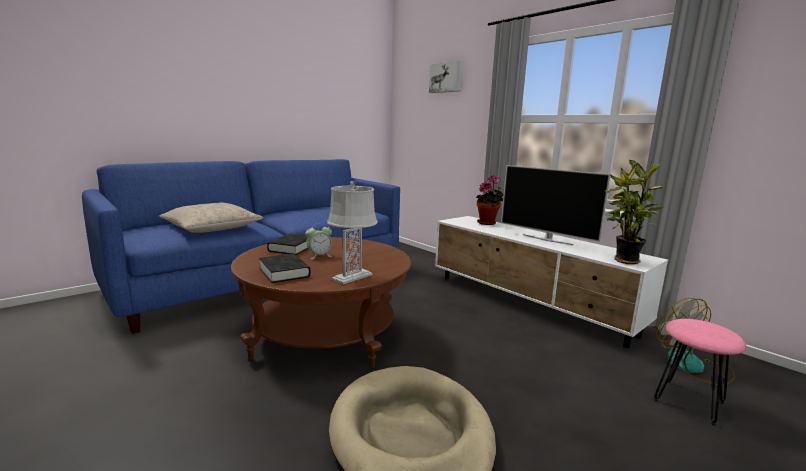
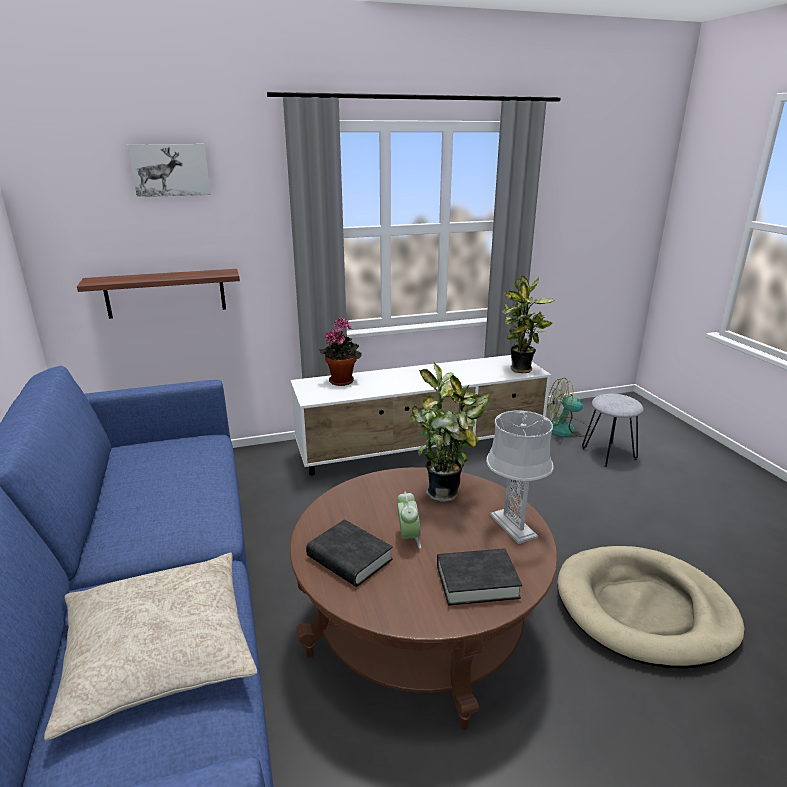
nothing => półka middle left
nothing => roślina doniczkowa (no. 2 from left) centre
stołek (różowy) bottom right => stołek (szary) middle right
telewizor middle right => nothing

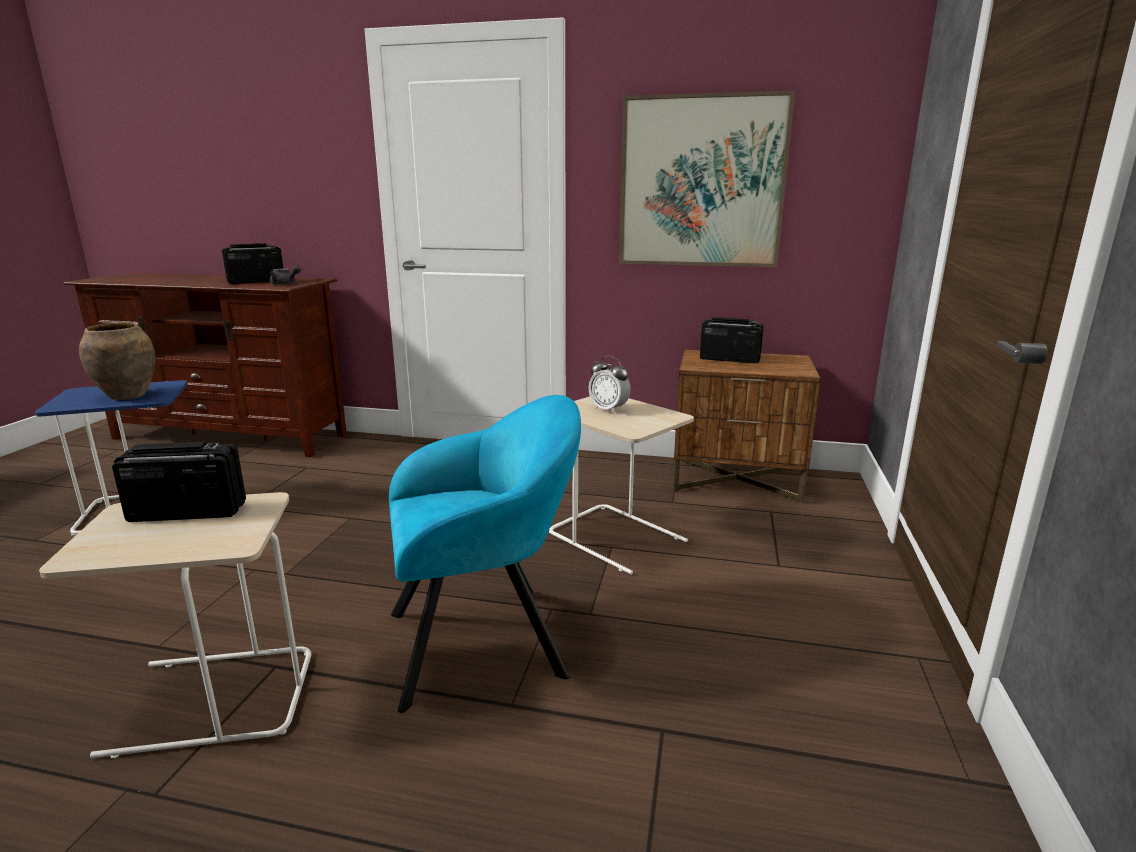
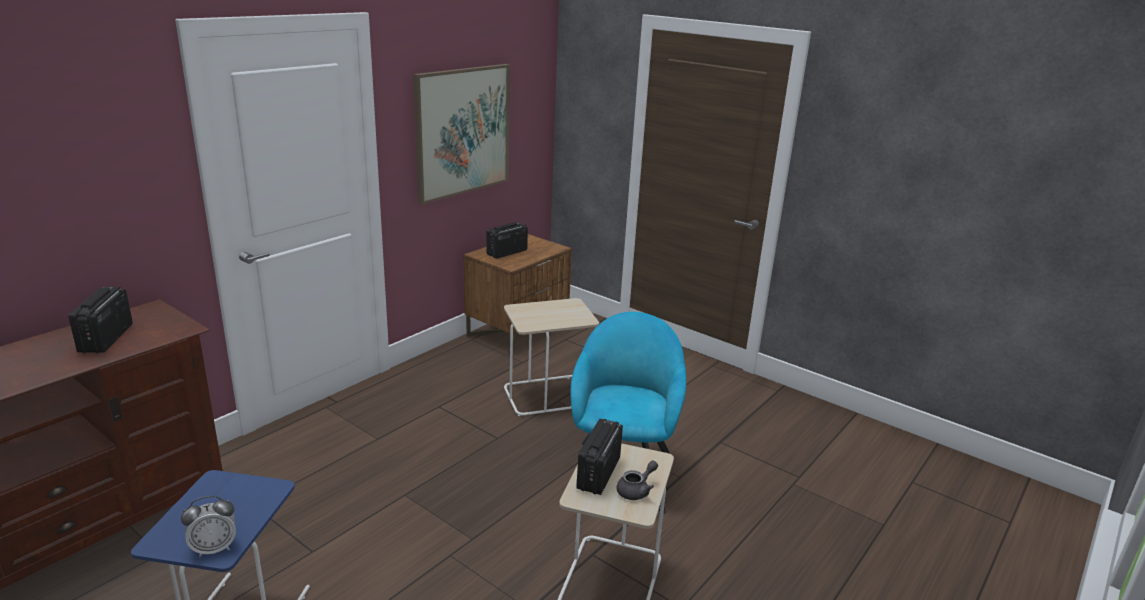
budzik centre => budzik bottom left, relocated
imbryk (szary) top left => imbryk (szary) bottom centre, relocated
wazon (brązowy) middle left => nothing

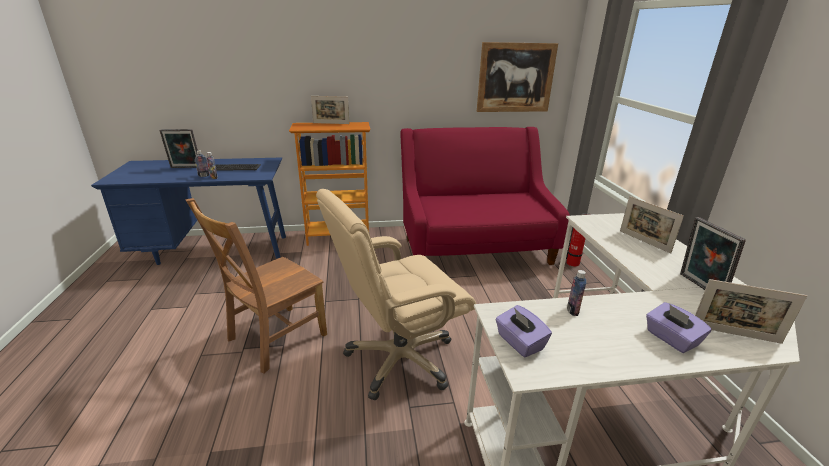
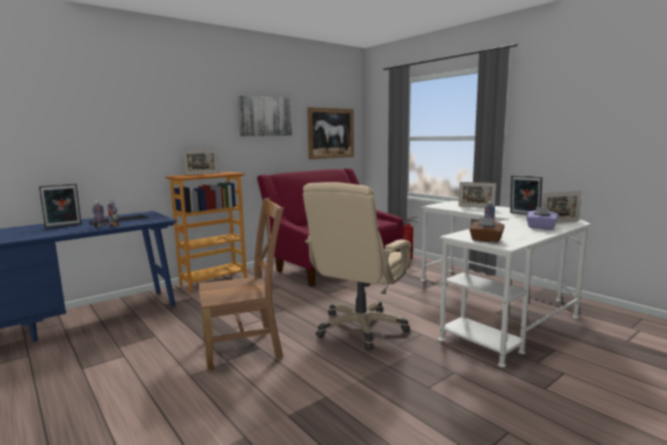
krzesło (brązowy) middle left => krzesło (brązowy) centre, 120 degrees counterclockwise
nothing => obraz (no. 1 from left) top centre
pudełko chusteczek (fioletowy) (no. 1 from left) bottom centre => pudełko chusteczek (brązowy) middle right

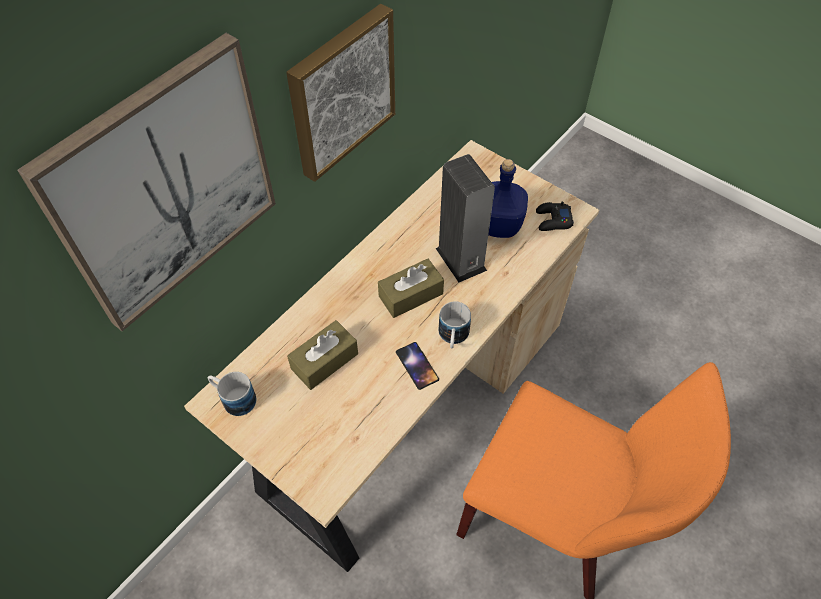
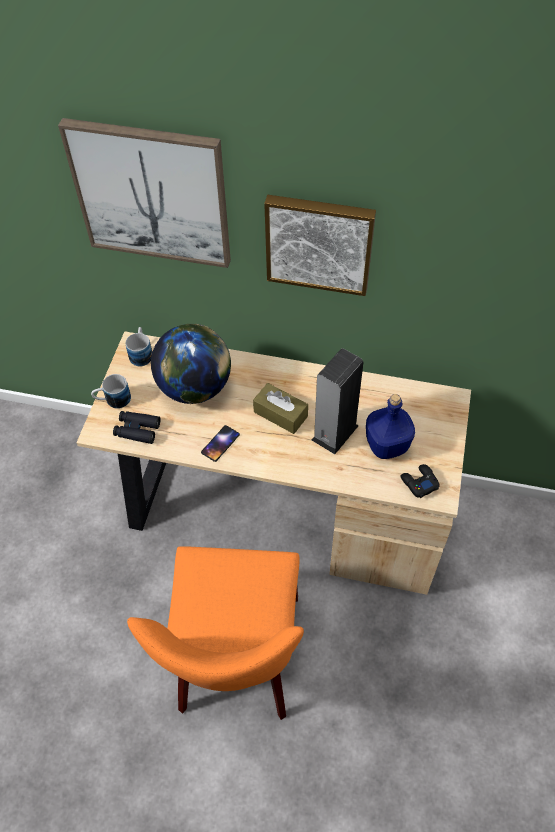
kubek (no. 2 from left in the first image) centre => kubek (no. 1 from left) middle left, relocated
nothing => lornetka (czarny) middle left
pudełko chusteczek (brązowy) (no. 1 from left) centre => globus centre

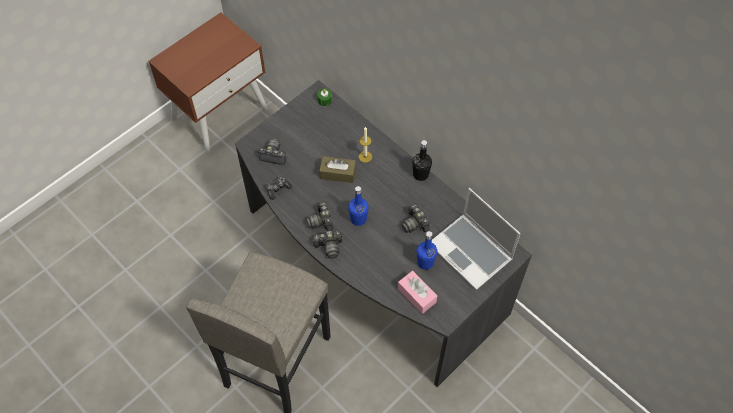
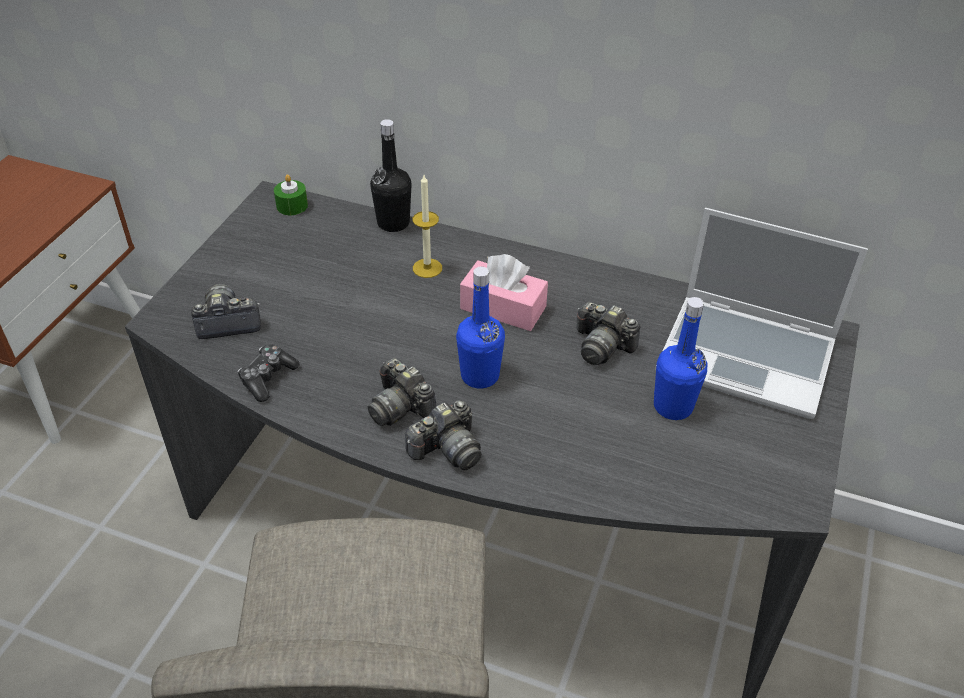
butelka (czarny) centre => butelka (czarny) top centre, relocated
pudełko chusteczek (różowy) bottom centre => pudełko chusteczek (różowy) centre, relocated
pudełko chusteczek (brązowy) centre => nothing

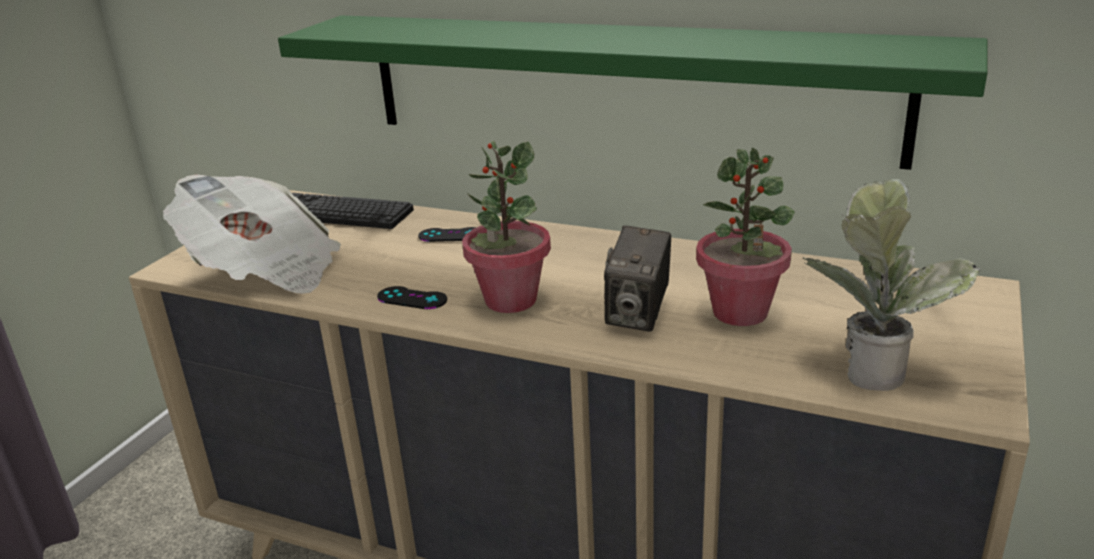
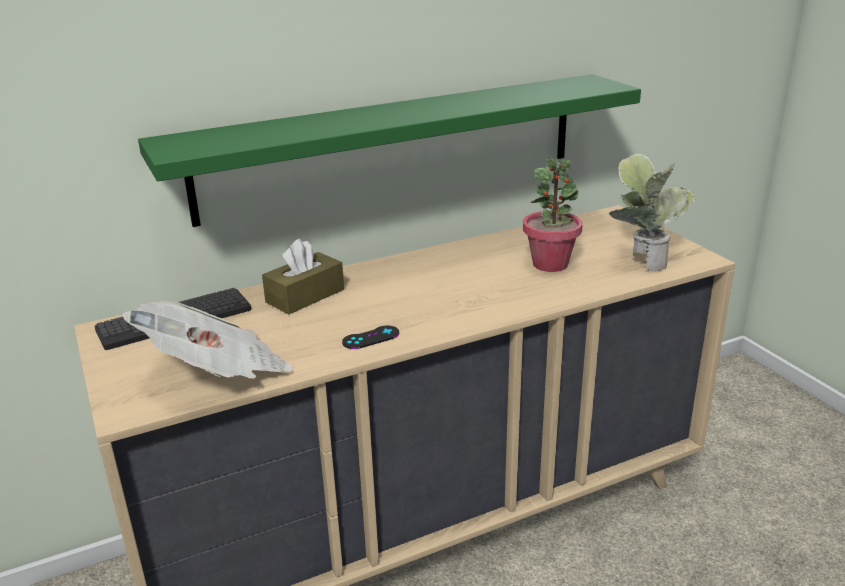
pad do gier (czarny) (no. 2 from left) centre => pudełko chusteczek (brązowy) centre
roślina doniczkowa (no. 1 from left) centre => nothing
aparat fotograficzny centre => nothing

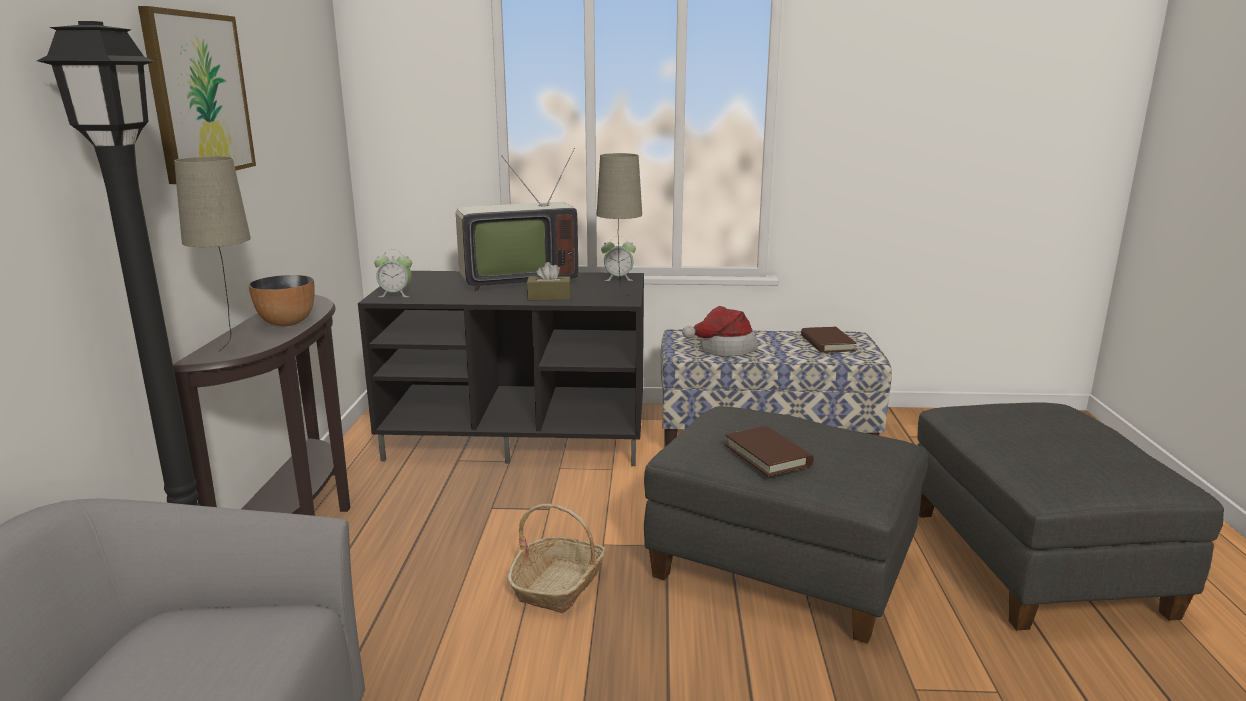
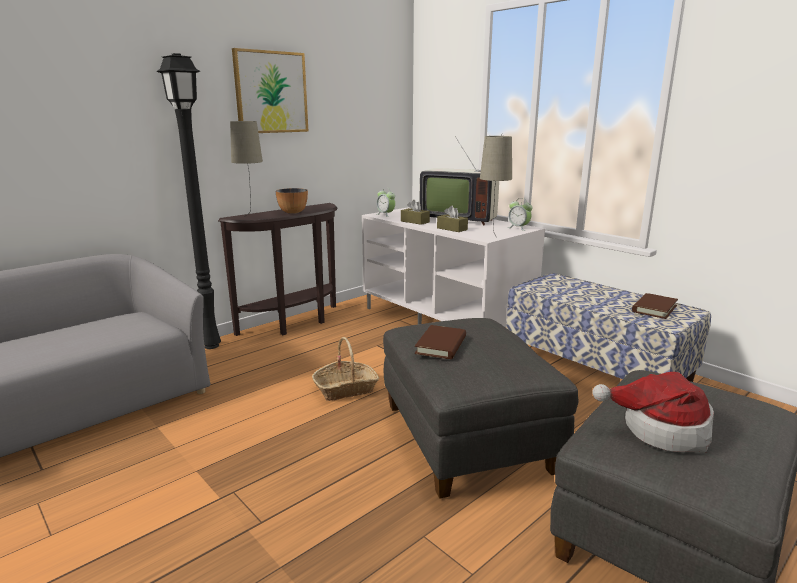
szafka pod telewizor (czarny) centre => szafka pod telewizor (biały) centre
nothing => pudełko chusteczek (brązowy) (no. 1 from left) centre
kapelusz centre => kapelusz bottom right, relocated

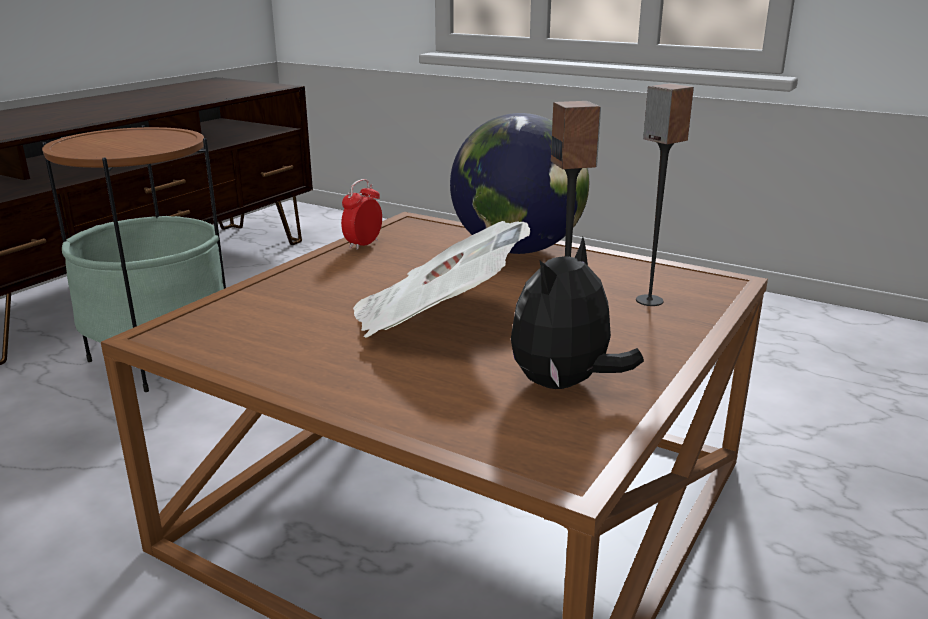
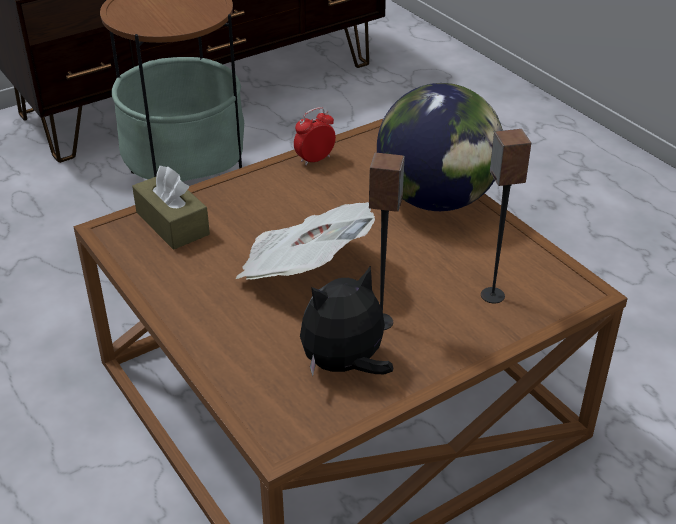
nothing => pudełko chusteczek (brązowy) middle left

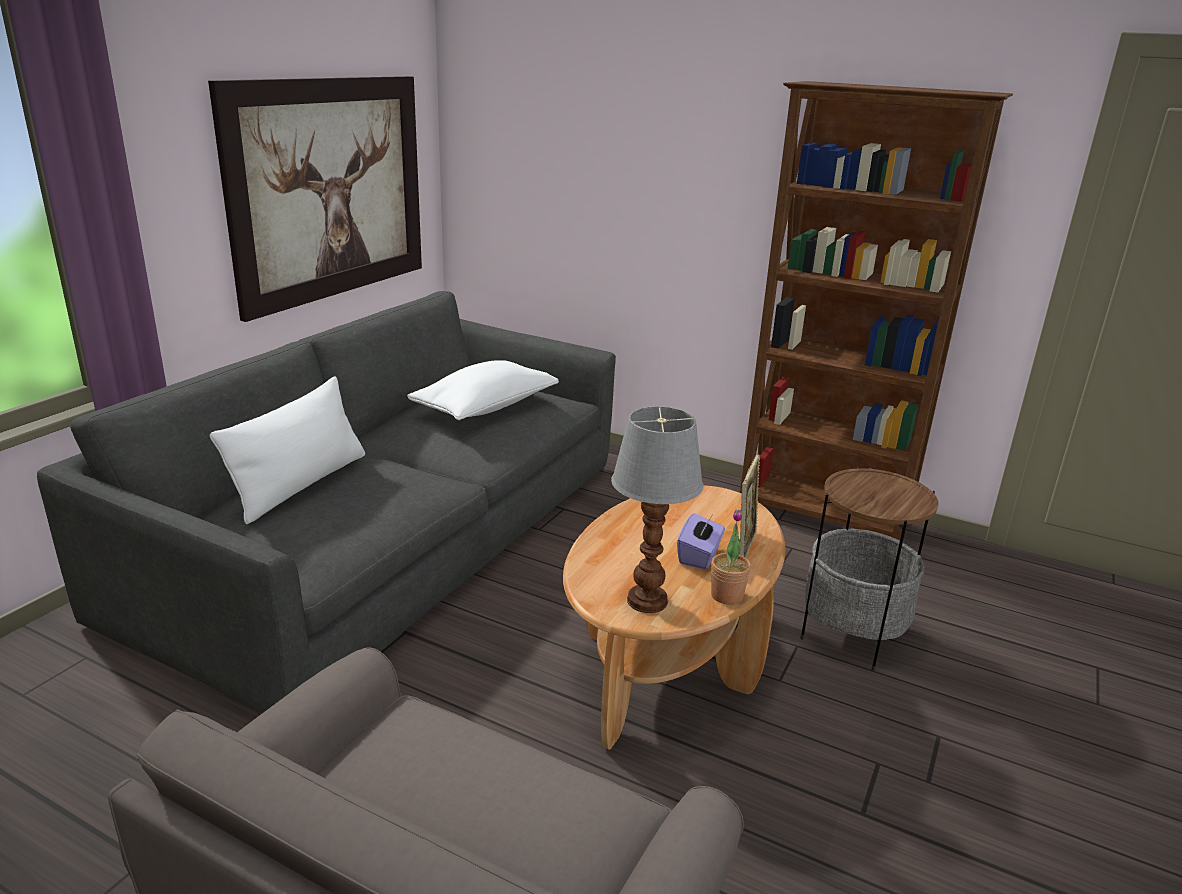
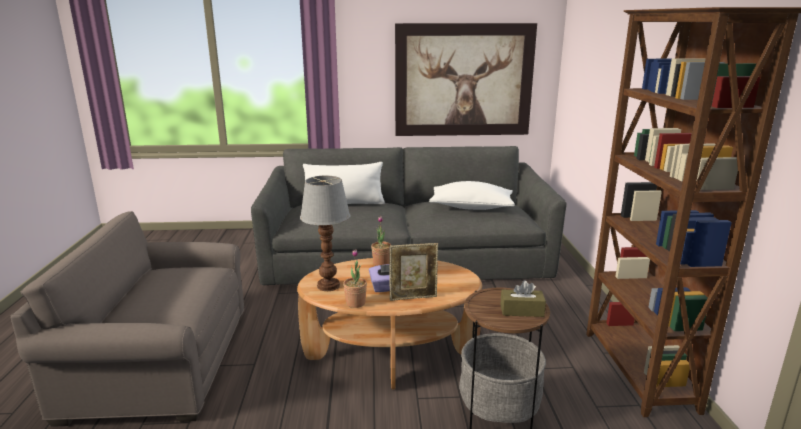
nothing => roślina doniczkowa (no. 2 from left) centre
nothing => pudełko chusteczek (brązowy) bottom centre

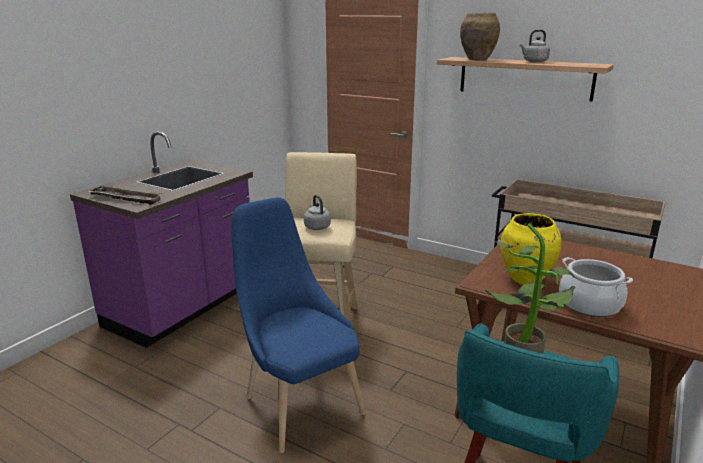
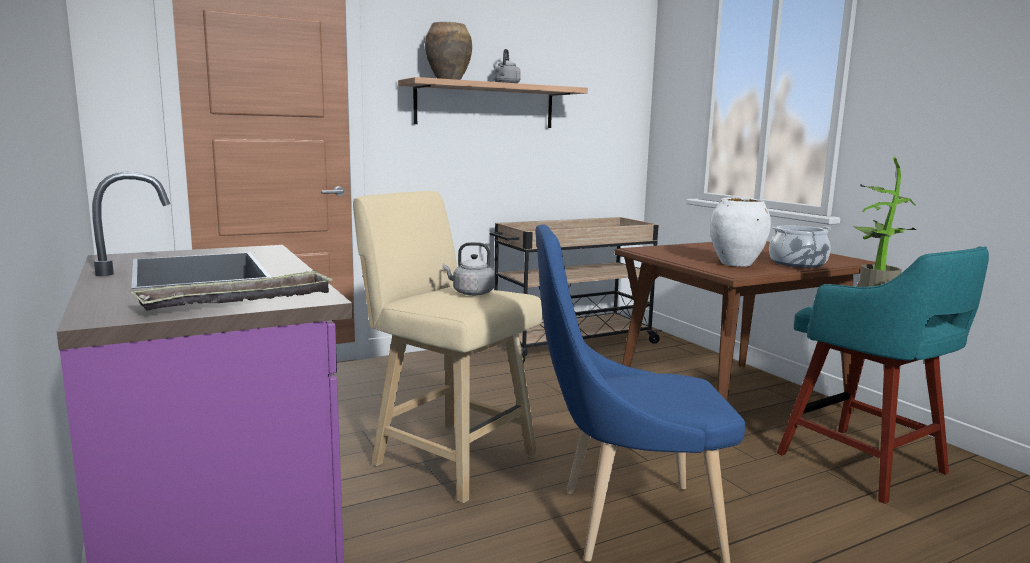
wazon (żółty) middle right => wazon (biały) middle right

